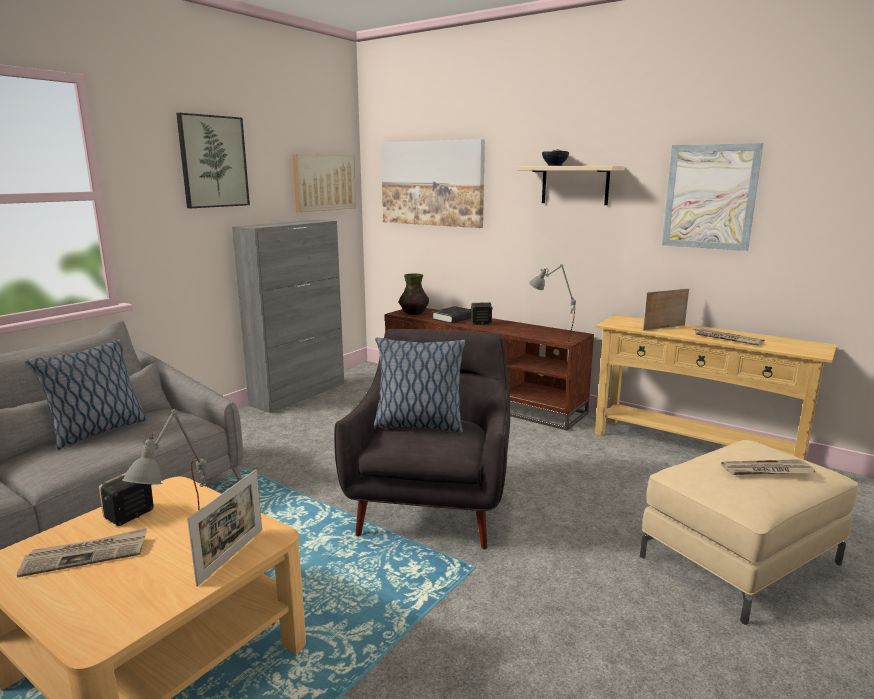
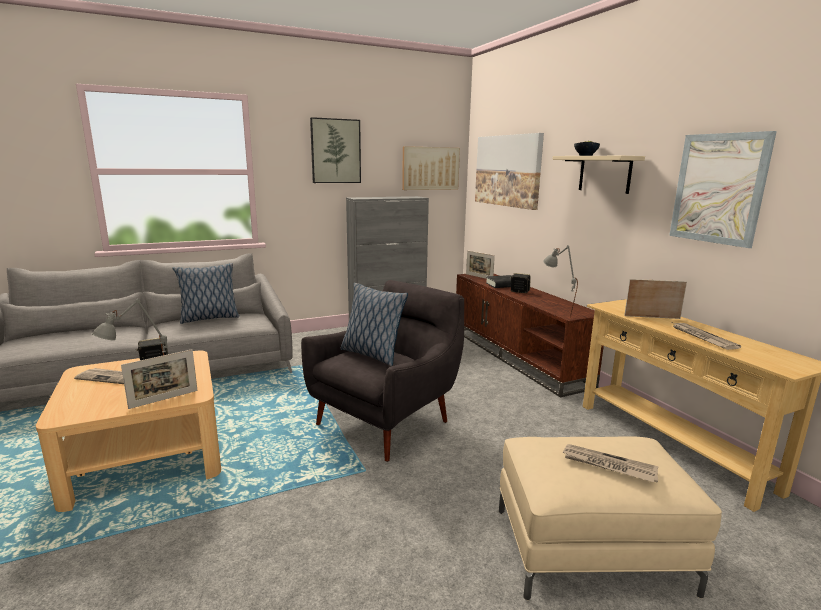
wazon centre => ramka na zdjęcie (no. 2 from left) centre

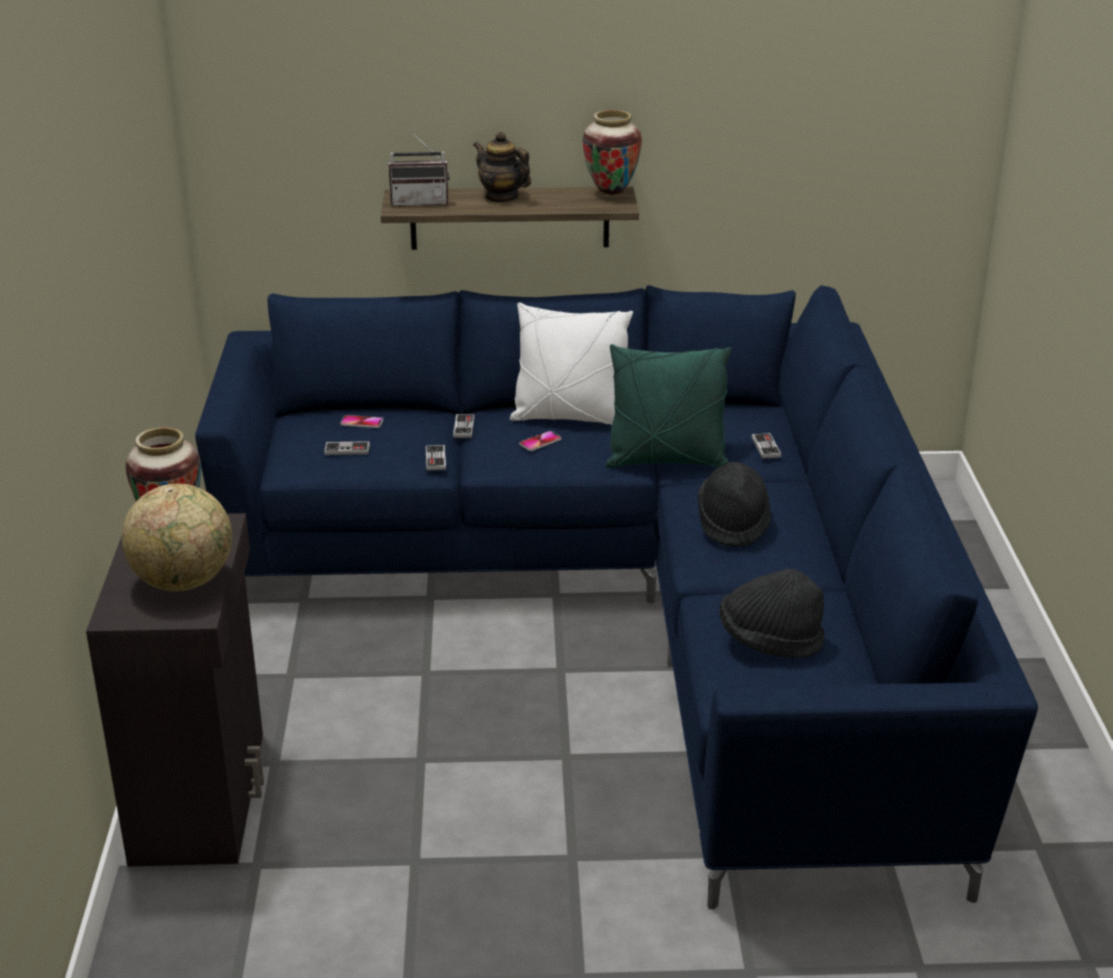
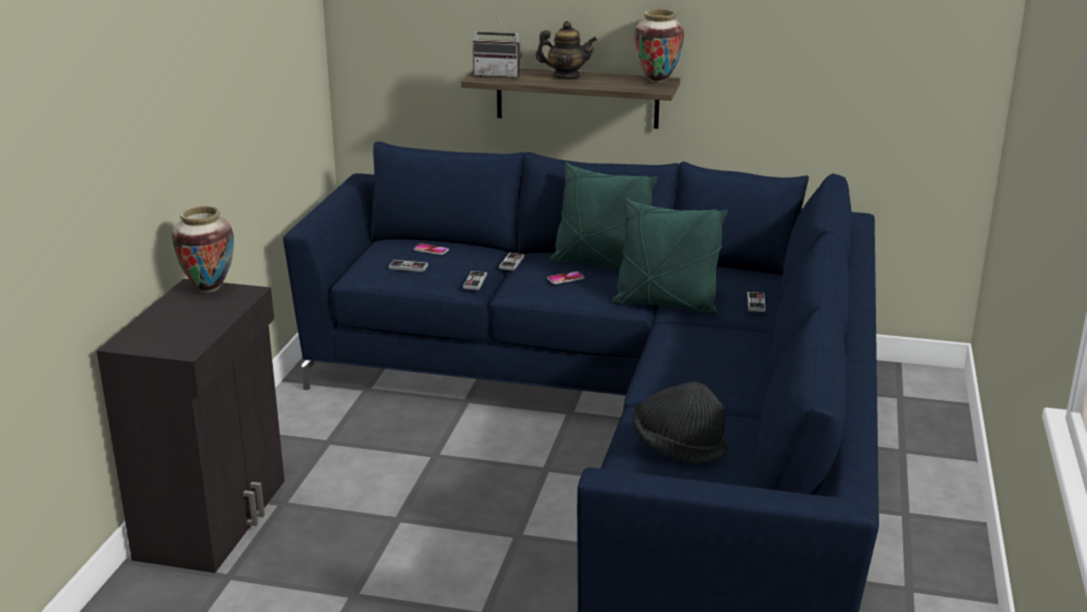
imbryk top centre, 135 degrees clockwise
poduszka (biały) centre => poduszka (zielony) (no. 1 from left) centre
globus middle left => nothing
kapelusz (czarny) (no. 1 from left) centre => nothing

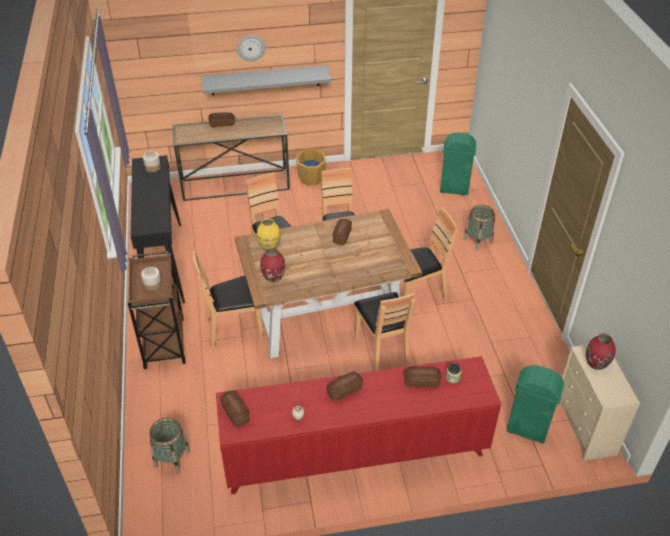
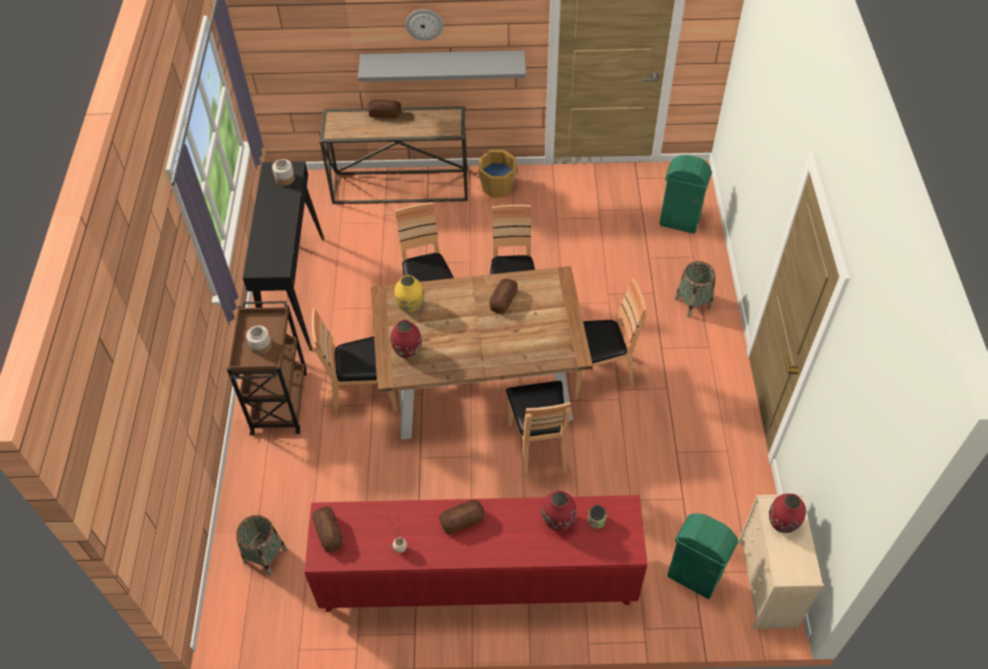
chleb (no. 5 from left) bottom centre => wazon (czerwony) (no. 2 from left) bottom centre

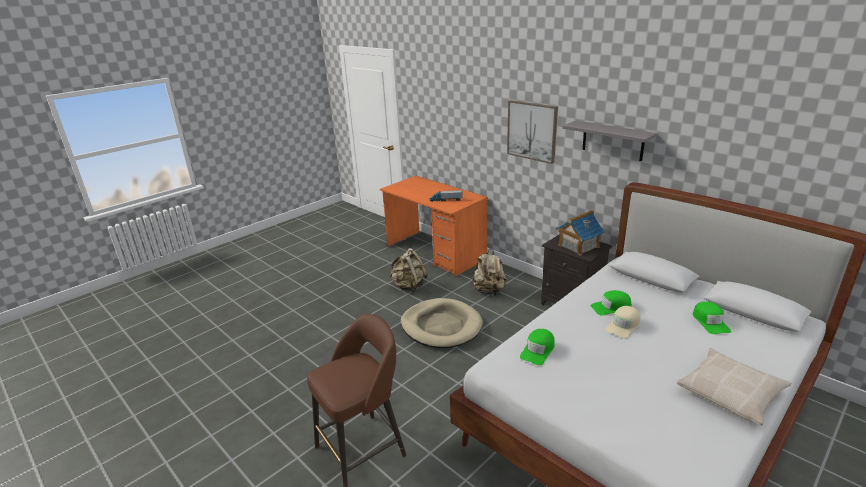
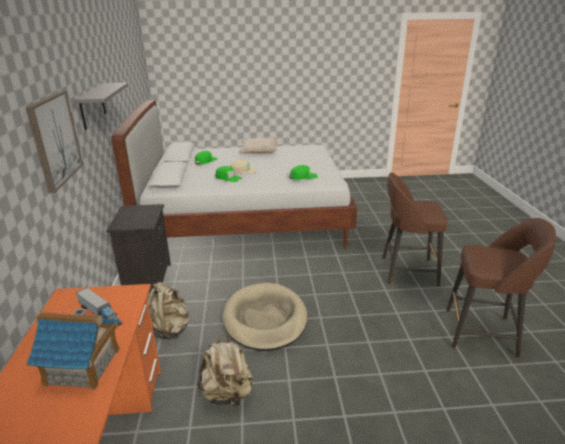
domek middle right => domek bottom left, relocated
nothing => stołek (brązowy) (no. 2 from left) middle right

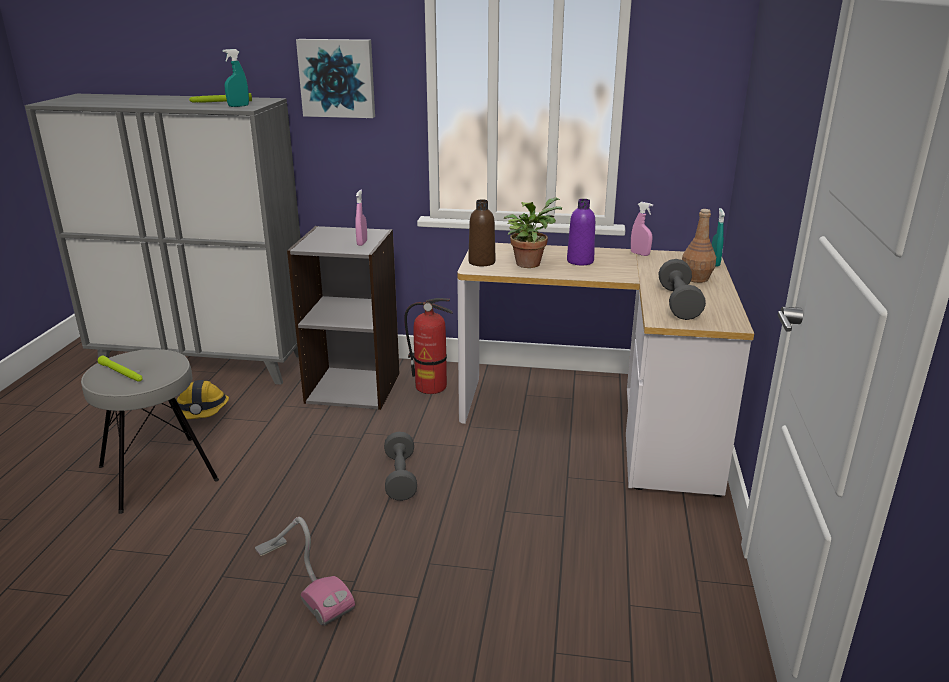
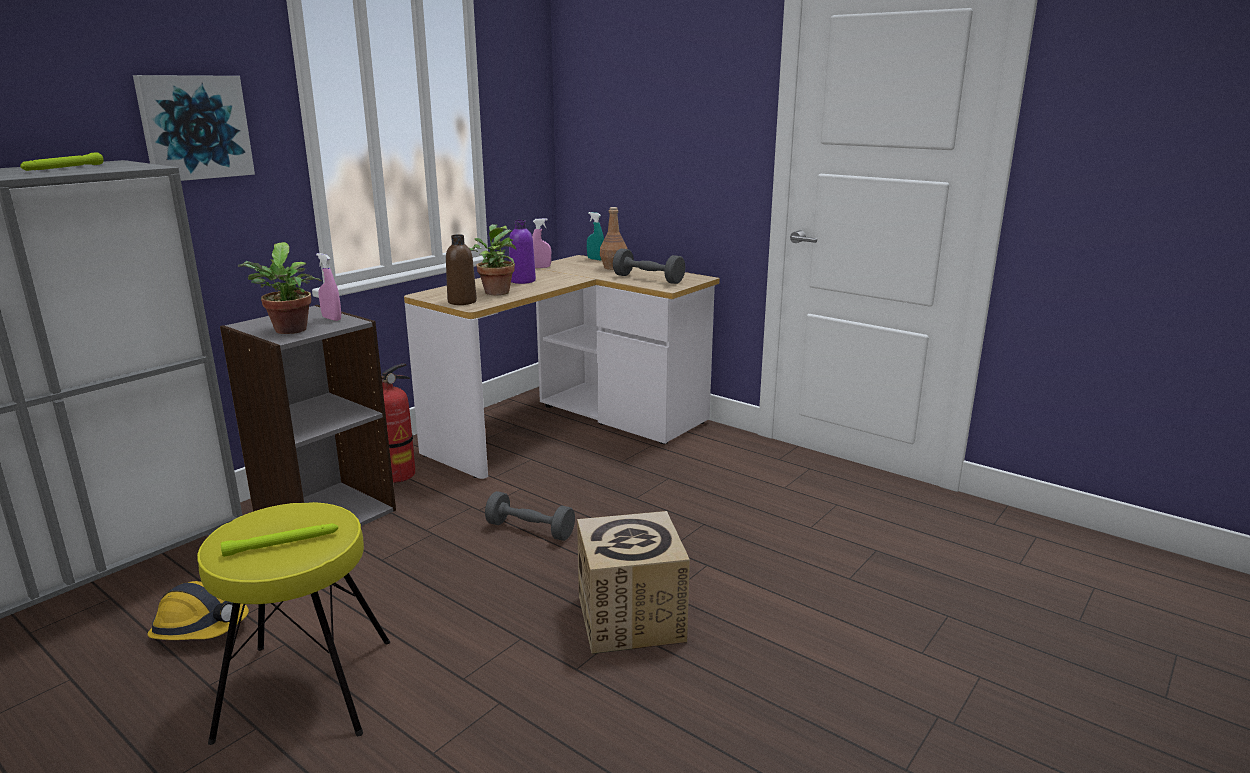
stołek (szary) middle left => stołek (żółty) bottom left
nothing => roślina doniczkowa (no. 1 from left) middle left
odkurzacz bottom left => karton bottom centre
spryskiwacz (turkusowy) (no. 1 from left) top left => nothing

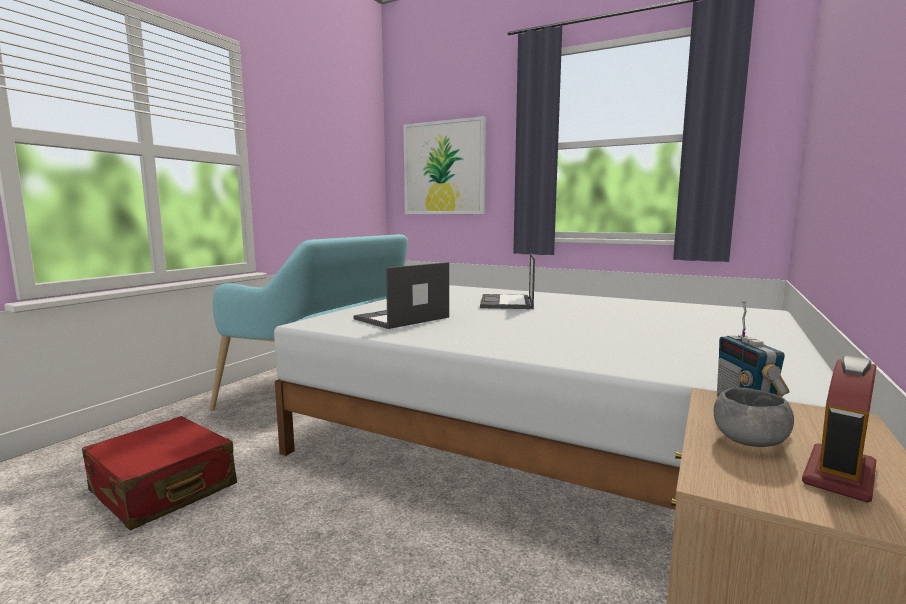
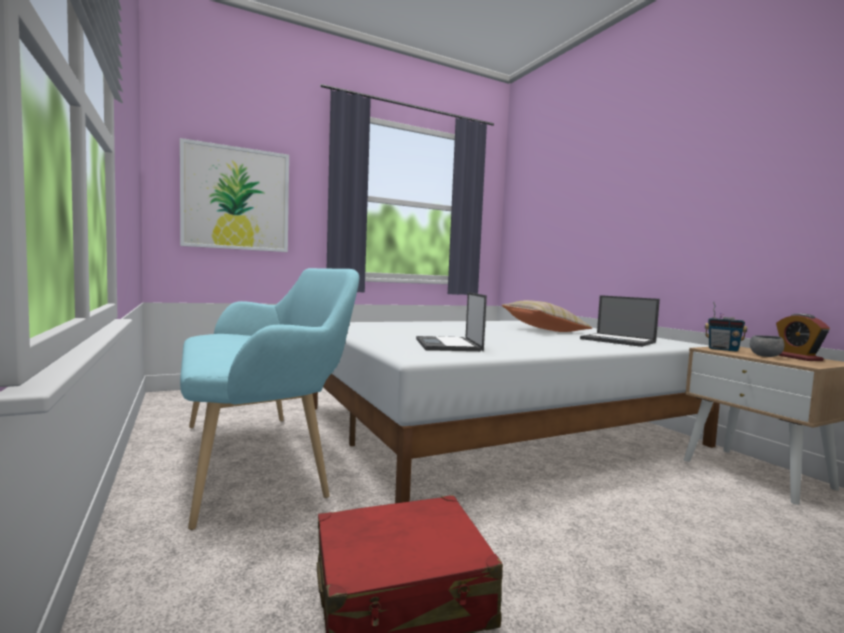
nothing => poduszka (beżowy) centre
laptop (no. 2 from left) centre => laptop (no. 2 from left) middle right, relocated

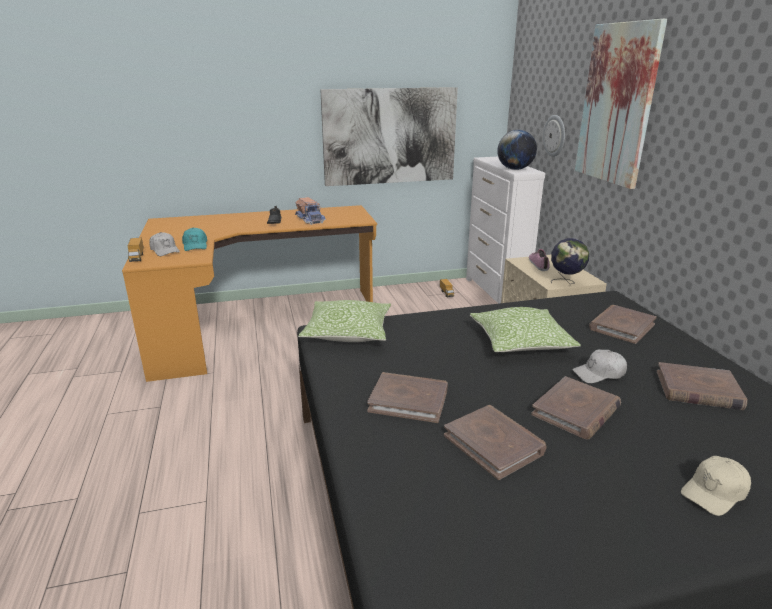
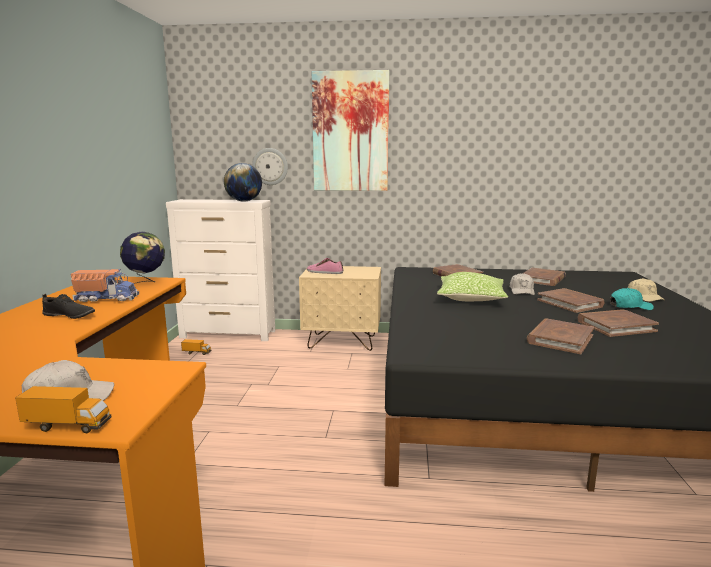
globus (no. 2 from left in the first image) middle right => globus (no. 1 from left) middle left, relocated
czapka z daszkiem (turkusowy) middle left => czapka z daszkiem (turkusowy) middle right, relocated
poduszka (no. 1 from left) centre => nothing
obraz (no. 1 from left) top centre => nothing

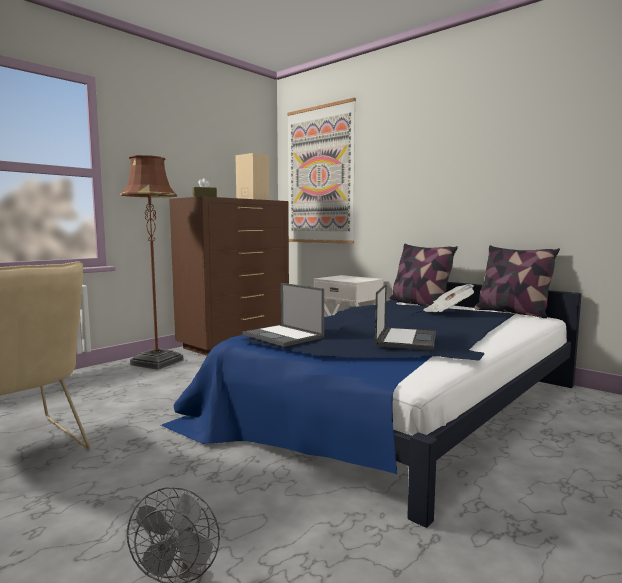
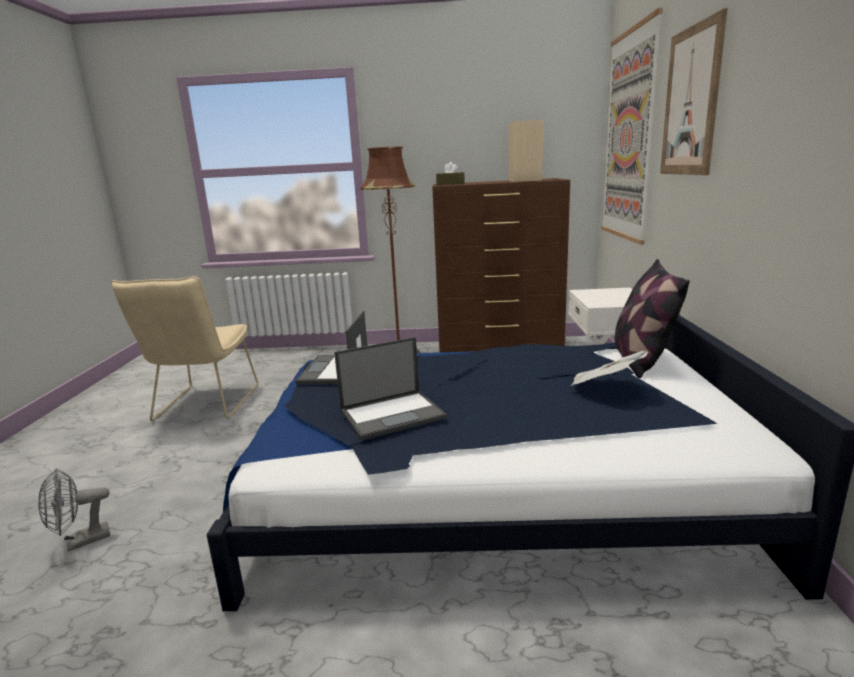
nothing => obraz (no. 2 from left) top right
poduszka (no. 2 from left) middle right => nothing

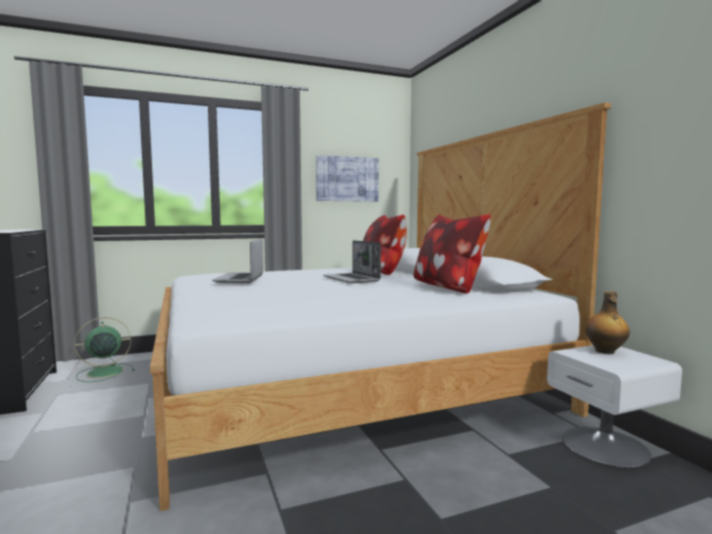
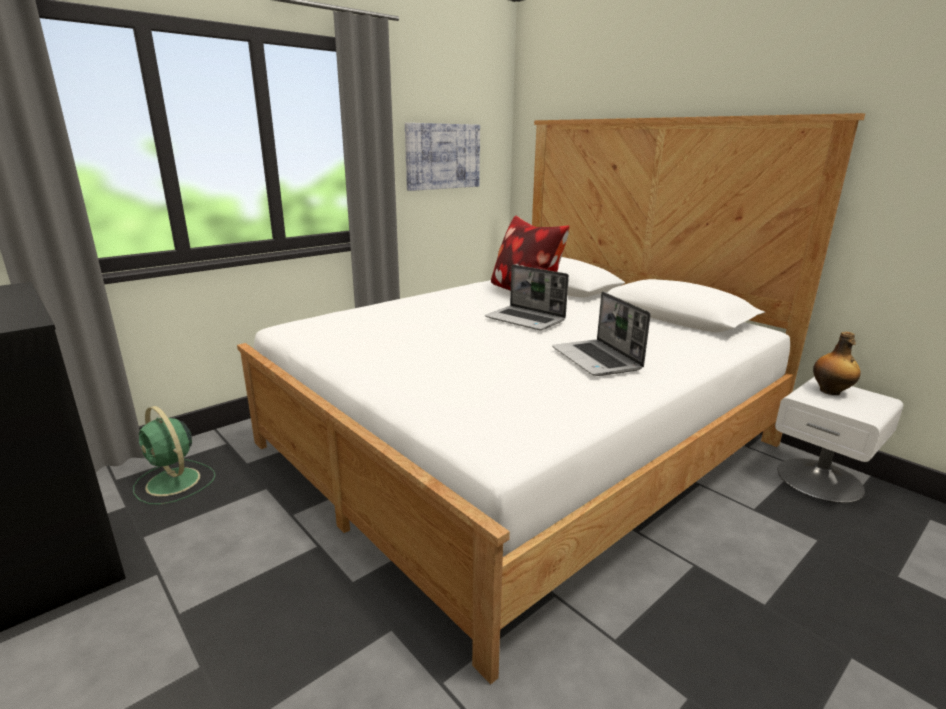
wentylator (zielony) middle left, 90 degrees counterclockwise
laptop (no. 1 from left in the first image) middle left => laptop (no. 2 from left) centre, relocated
poduszka (no. 2 from left) centre => nothing

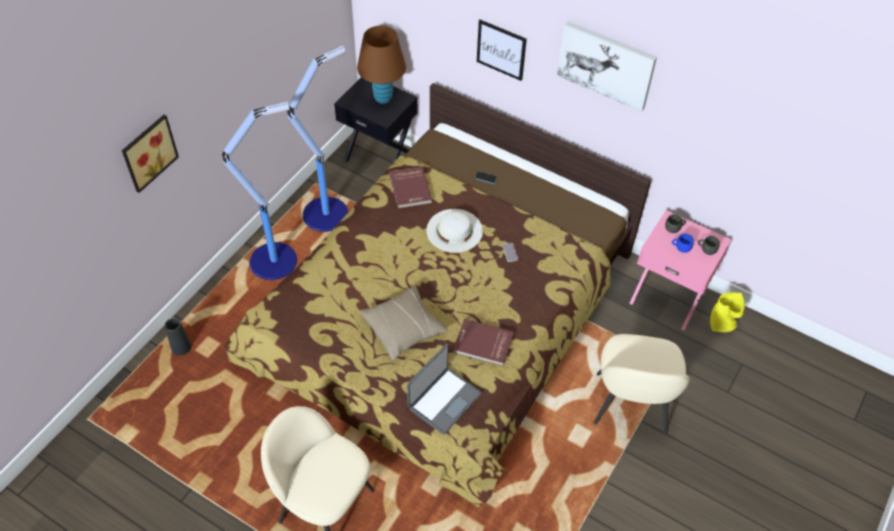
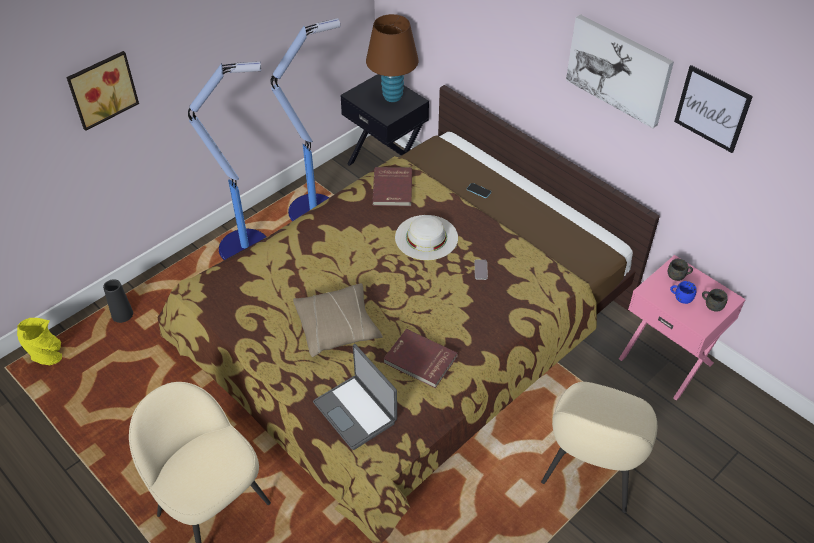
wazon (żółty) middle right => wazon (żółty) middle left, relocated
laptop bottom centre, 90 degrees clockwise
obraz (no. 2 from left in the first image) top centre => obraz (no. 3 from left) top right, relocated

